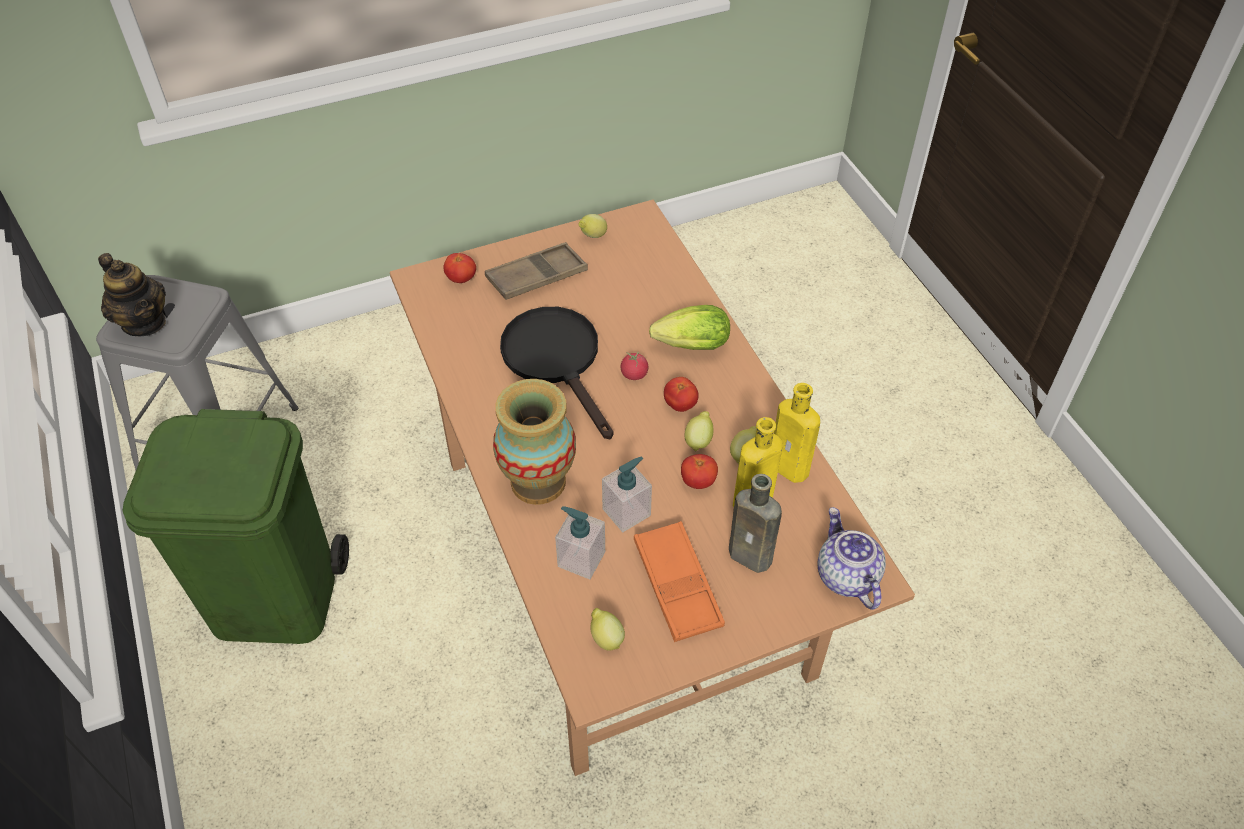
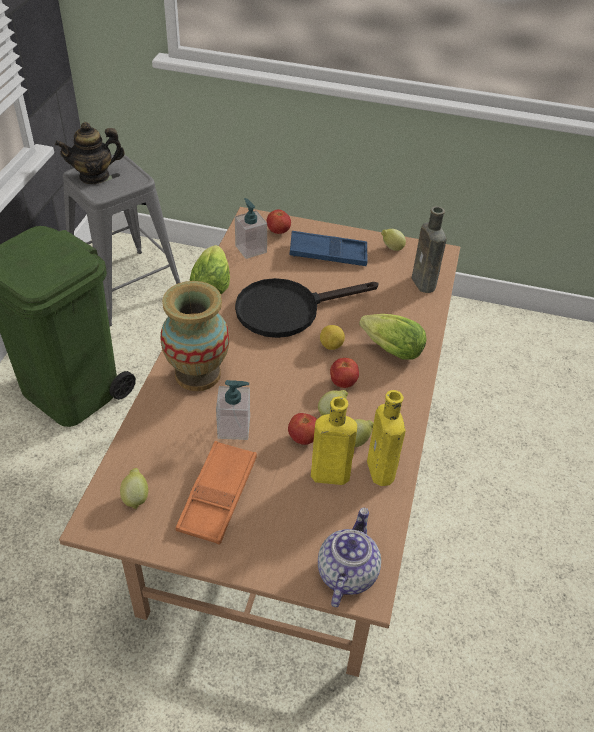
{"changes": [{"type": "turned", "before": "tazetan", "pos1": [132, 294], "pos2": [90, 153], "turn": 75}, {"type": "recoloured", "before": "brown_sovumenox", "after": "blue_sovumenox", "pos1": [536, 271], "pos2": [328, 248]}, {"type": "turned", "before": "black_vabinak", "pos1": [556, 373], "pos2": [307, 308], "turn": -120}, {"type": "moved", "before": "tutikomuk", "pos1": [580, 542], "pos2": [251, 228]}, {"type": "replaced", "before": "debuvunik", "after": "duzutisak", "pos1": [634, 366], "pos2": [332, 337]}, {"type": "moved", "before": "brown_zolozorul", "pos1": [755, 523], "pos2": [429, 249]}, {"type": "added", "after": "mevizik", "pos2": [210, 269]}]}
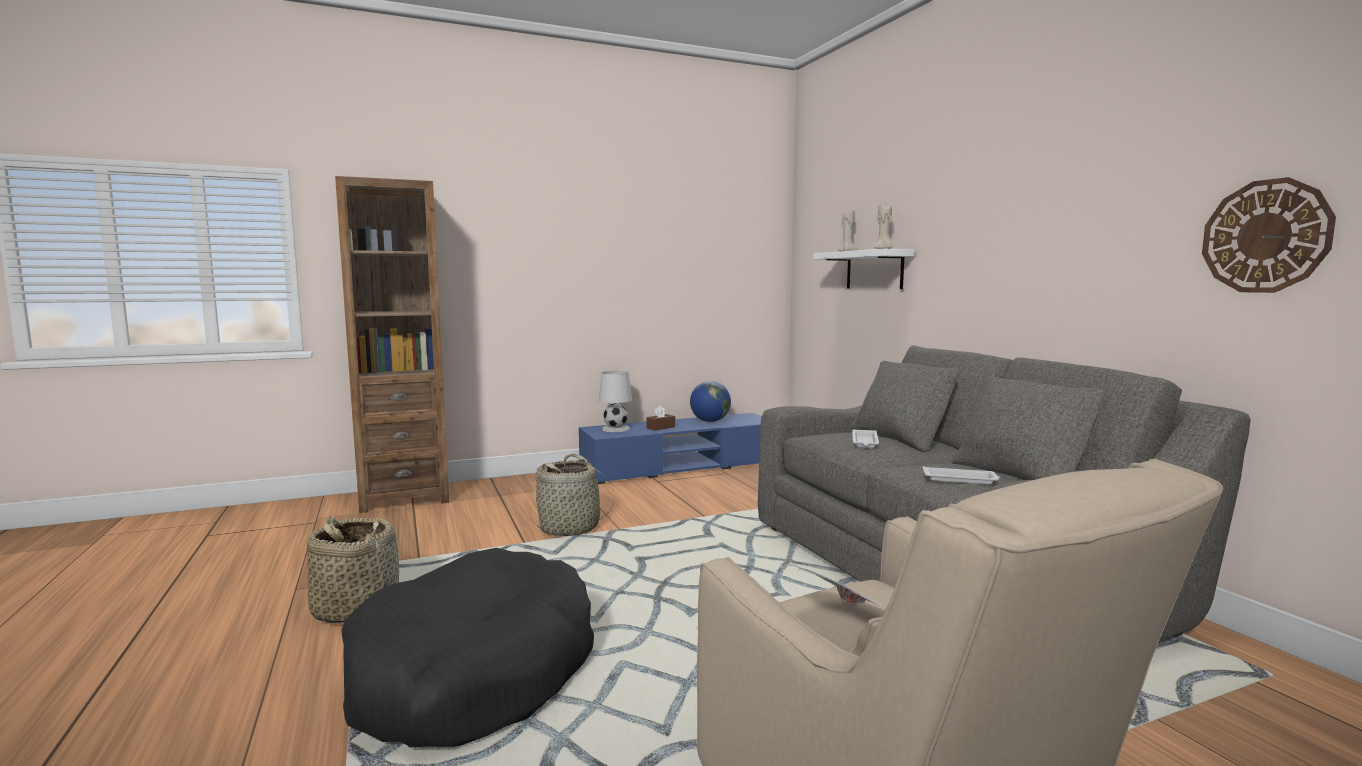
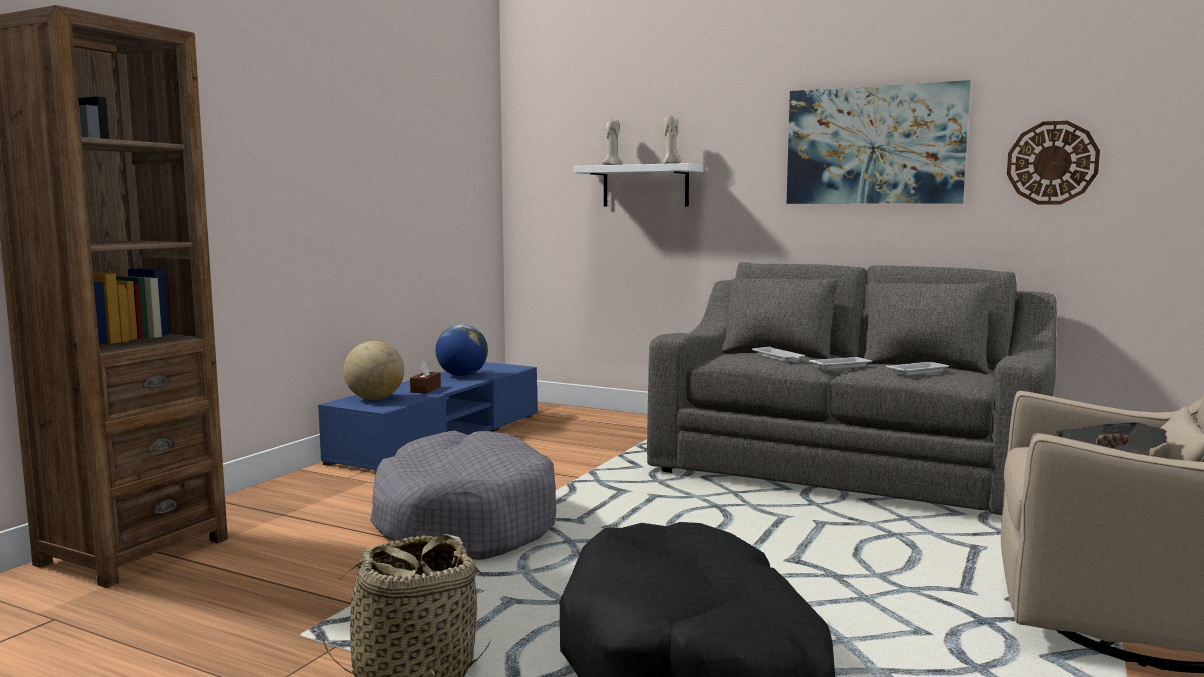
{"changes": [{"type": "replaced", "before": "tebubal", "after": "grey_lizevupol", "pos1": [572, 495], "pos2": [463, 495]}, {"type": "replaced", "before": "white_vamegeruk", "after": "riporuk", "pos1": [615, 401], "pos2": [373, 370]}, {"type": "added", "after": "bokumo", "pos2": [878, 142]}, {"type": "added", "after": "white_sovumenox", "pos2": [840, 363]}]}
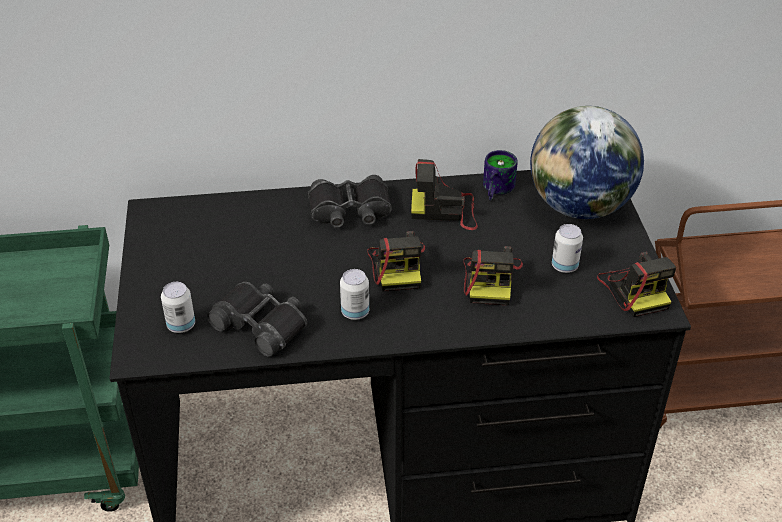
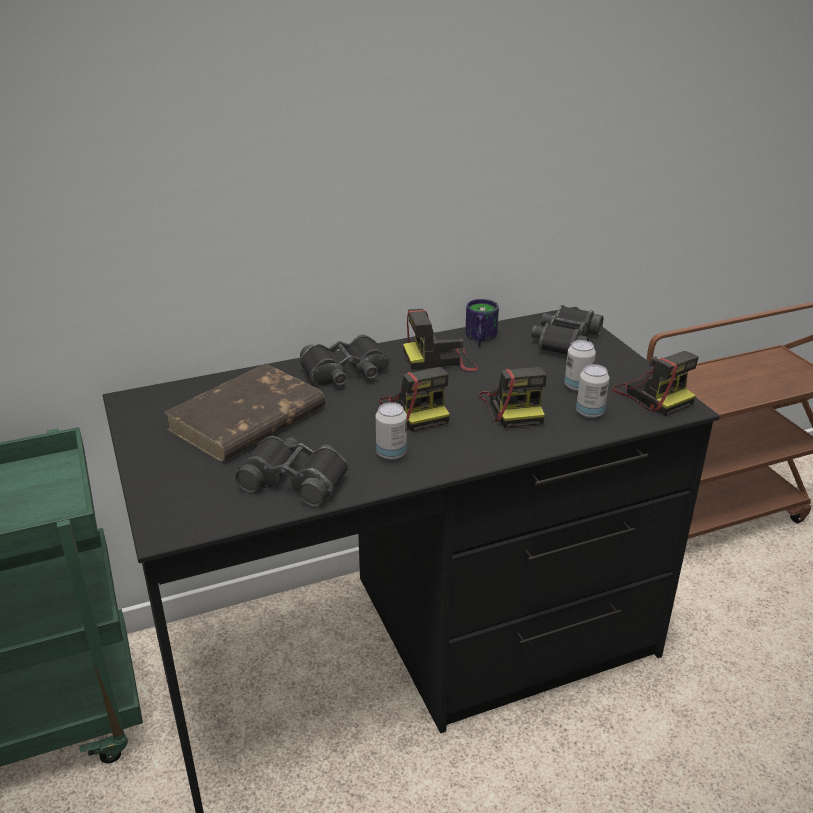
{"changes": [{"type": "moved", "before": "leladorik", "pos1": [178, 307], "pos2": [592, 391]}, {"type": "replaced", "before": "riporuk", "after": "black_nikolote", "pos1": [587, 162], "pos2": [567, 329]}, {"type": "added", "after": "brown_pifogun", "pos2": [245, 412]}]}
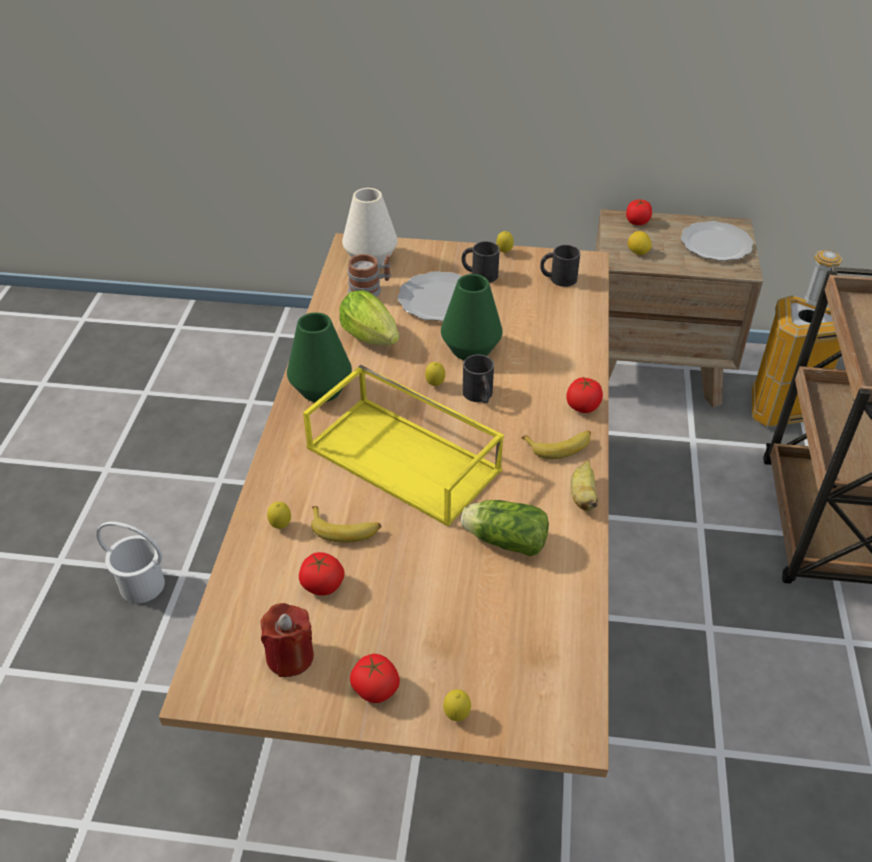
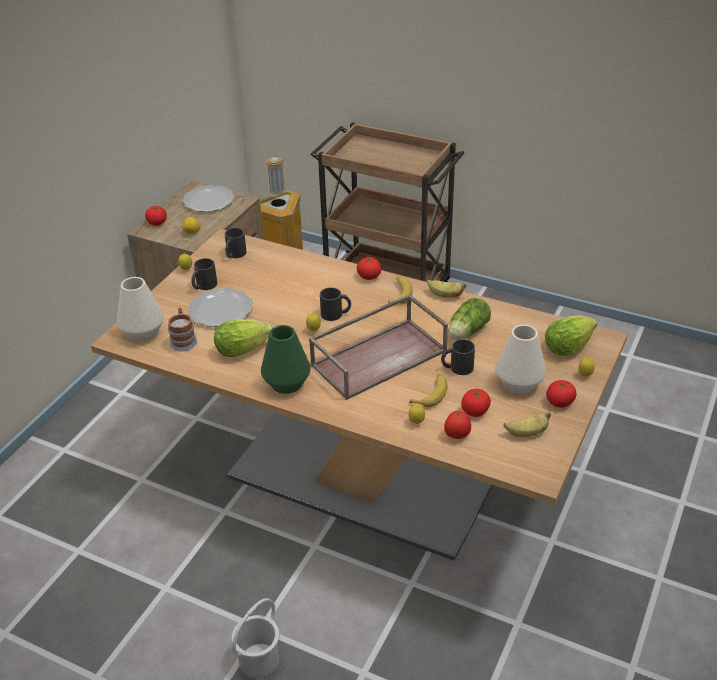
{"changes": [{"type": "replaced", "before": "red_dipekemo", "after": "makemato", "pos1": [287, 640], "pos2": [527, 424]}, {"type": "recoloured", "before": "yellow_sovumenox", "after": "brown_sovumenox", "pos1": [403, 446], "pos2": [378, 347]}, {"type": "removed", "before": "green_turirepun", "pos1": [472, 317]}, {"type": "added", "after": "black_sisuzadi", "pos2": [458, 357]}, {"type": "added", "after": "debuvunik", "pos2": [457, 425]}, {"type": "added", "after": "white_turirepun", "pos2": [520, 359]}, {"type": "added", "after": "mevizik", "pos2": [571, 335]}]}
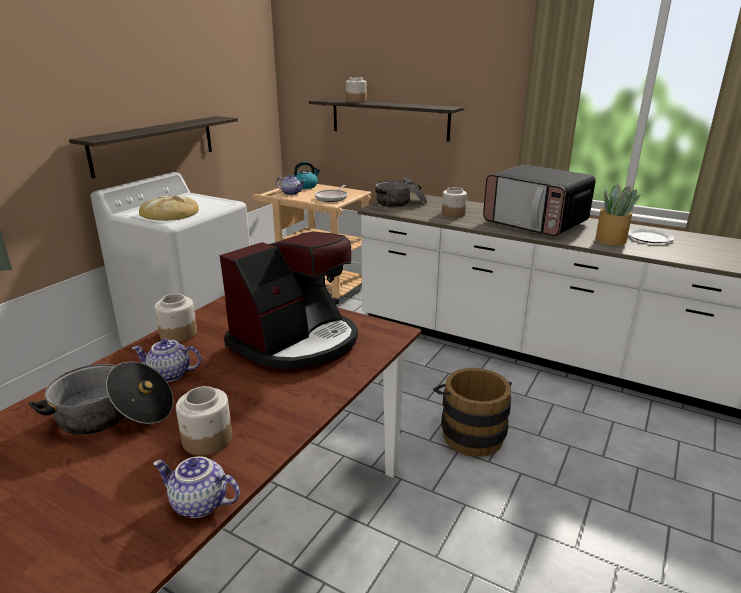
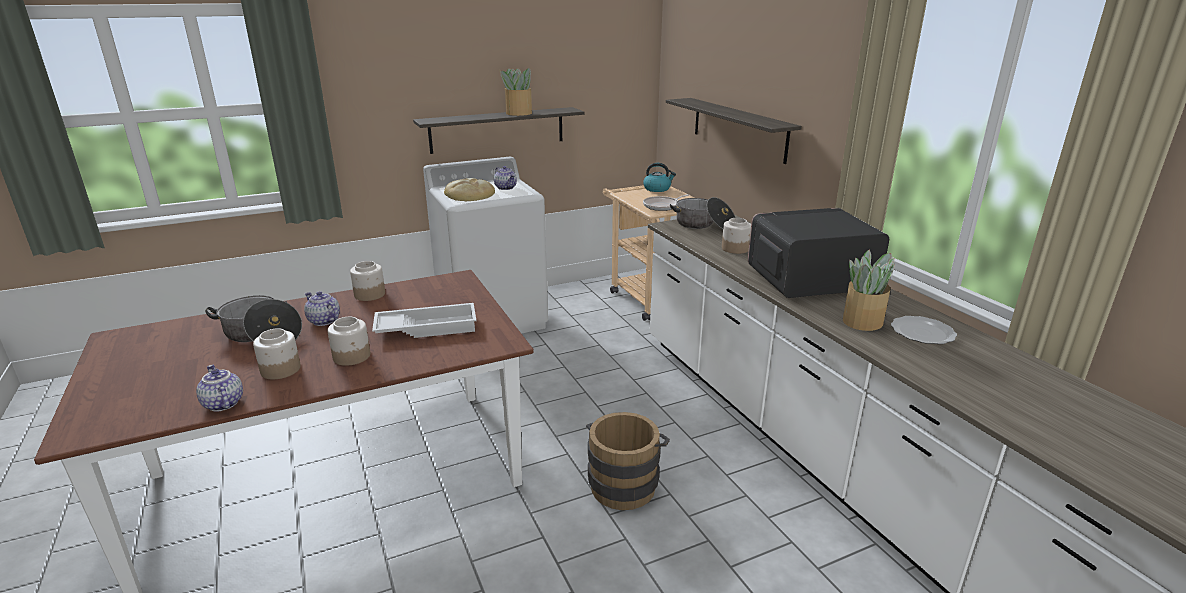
{"changes": [{"type": "replaced", "before": "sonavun", "after": "white_sovumenox", "pos1": [288, 302], "pos2": [424, 320]}, {"type": "moved", "before": "tazetan", "pos1": [290, 184], "pos2": [505, 178]}, {"type": "moved", "before": "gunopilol", "pos1": [356, 90], "pos2": [348, 341]}, {"type": "turned", "before": "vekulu", "pos1": [539, 200], "pos2": [818, 253], "turn": 90}, {"type": "added", "after": "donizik", "pos2": [516, 92]}]}
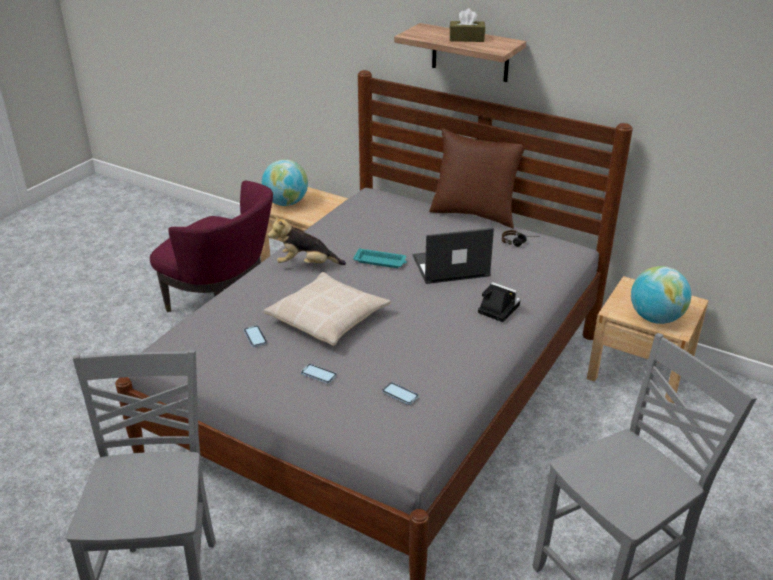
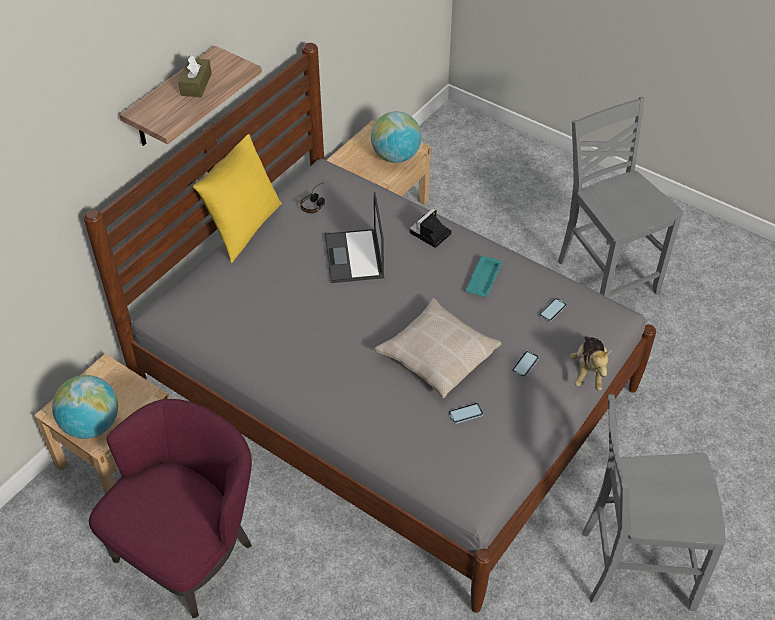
{"changes": [{"type": "moved", "before": "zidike", "pos1": [307, 240], "pos2": [590, 363]}, {"type": "moved", "before": "turquoise_sovumenox", "pos1": [380, 258], "pos2": [484, 276]}, {"type": "recoloured", "before": "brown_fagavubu", "after": "yellow_fagavubu", "pos1": [476, 178], "pos2": [237, 198]}]}
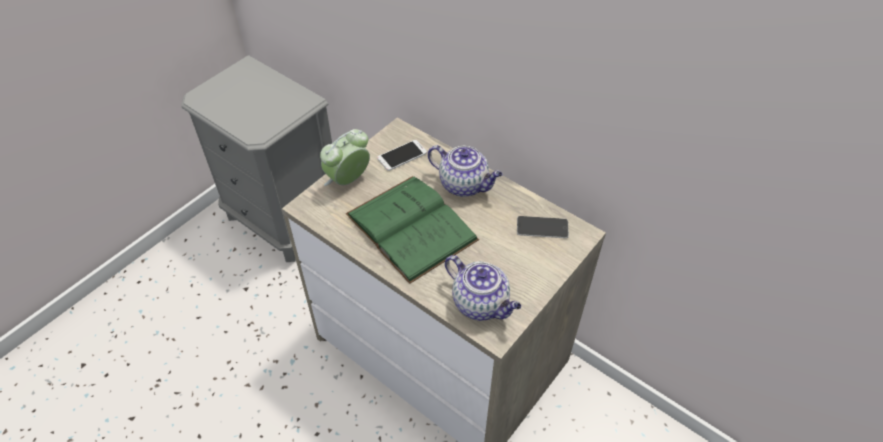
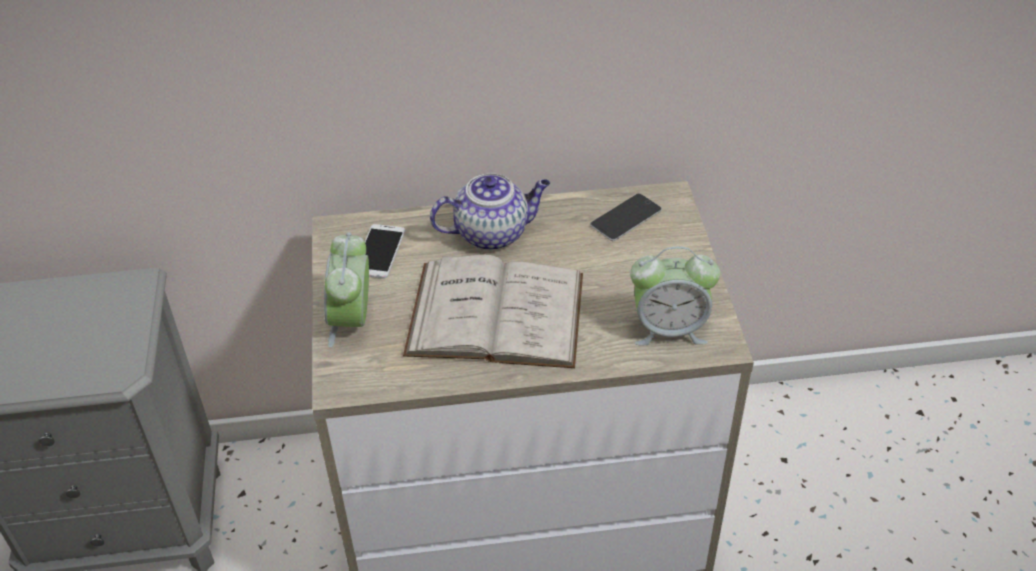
{"changes": [{"type": "recoloured", "before": "green_pifogun", "after": "white_pifogun", "pos1": [412, 230], "pos2": [493, 311]}, {"type": "replaced", "before": "tazetan", "after": "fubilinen", "pos1": [483, 288], "pos2": [675, 296]}]}
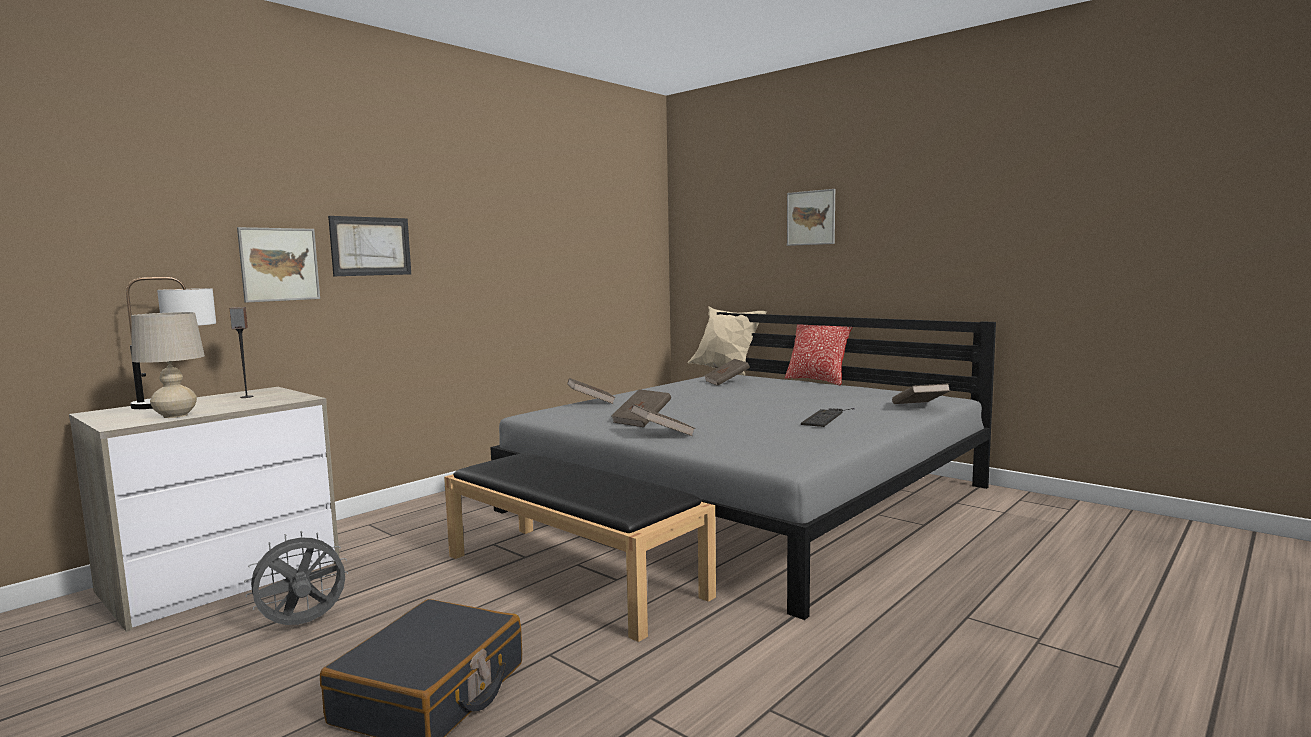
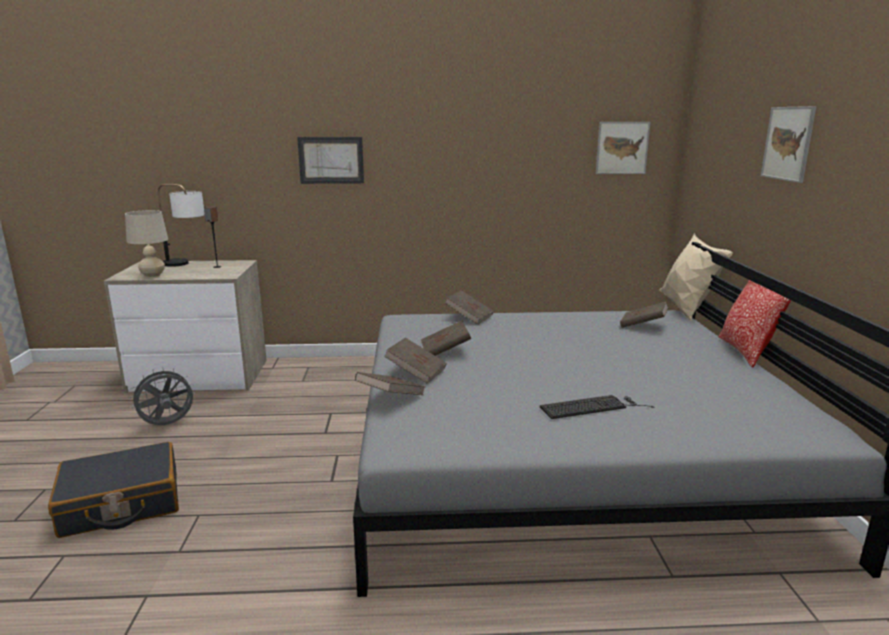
{"changes": [{"type": "moved", "before": "bokumo", "pos1": [278, 265], "pos2": [623, 148]}, {"type": "turned", "before": "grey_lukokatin", "pos1": [296, 578], "pos2": [162, 396], "turn": -45}, {"type": "removed", "before": "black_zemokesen", "pos1": [580, 547]}, {"type": "moved", "before": "brown_pifogun", "pos1": [921, 393], "pos2": [390, 383]}]}
